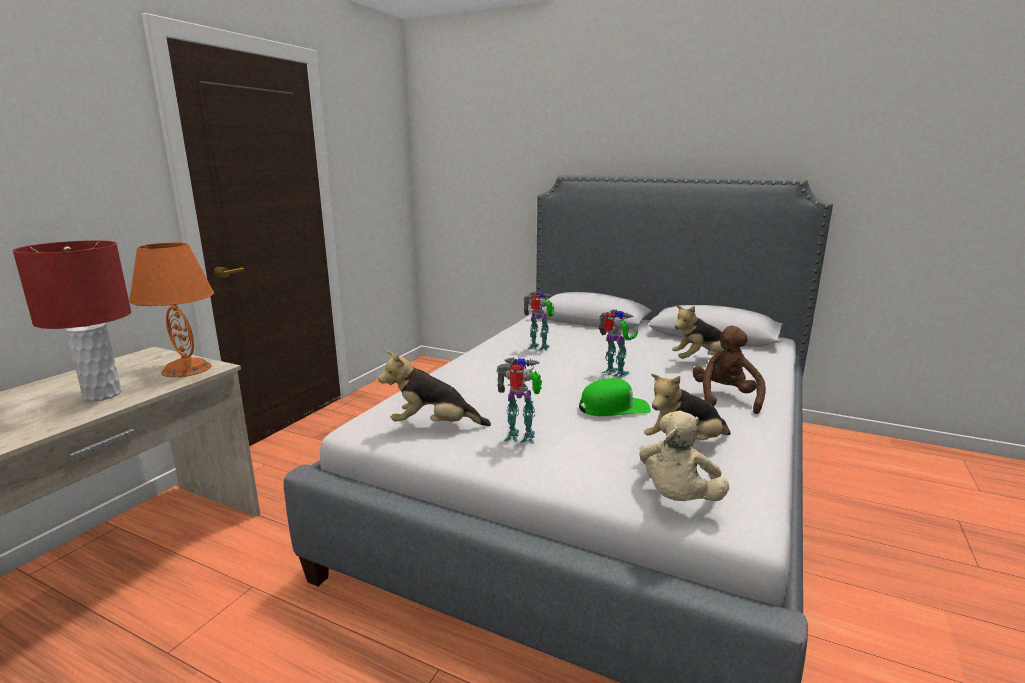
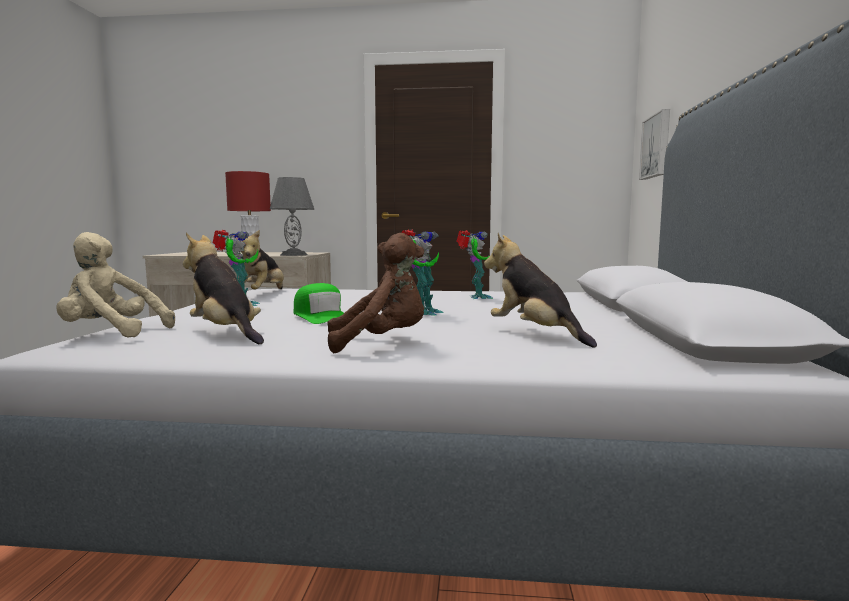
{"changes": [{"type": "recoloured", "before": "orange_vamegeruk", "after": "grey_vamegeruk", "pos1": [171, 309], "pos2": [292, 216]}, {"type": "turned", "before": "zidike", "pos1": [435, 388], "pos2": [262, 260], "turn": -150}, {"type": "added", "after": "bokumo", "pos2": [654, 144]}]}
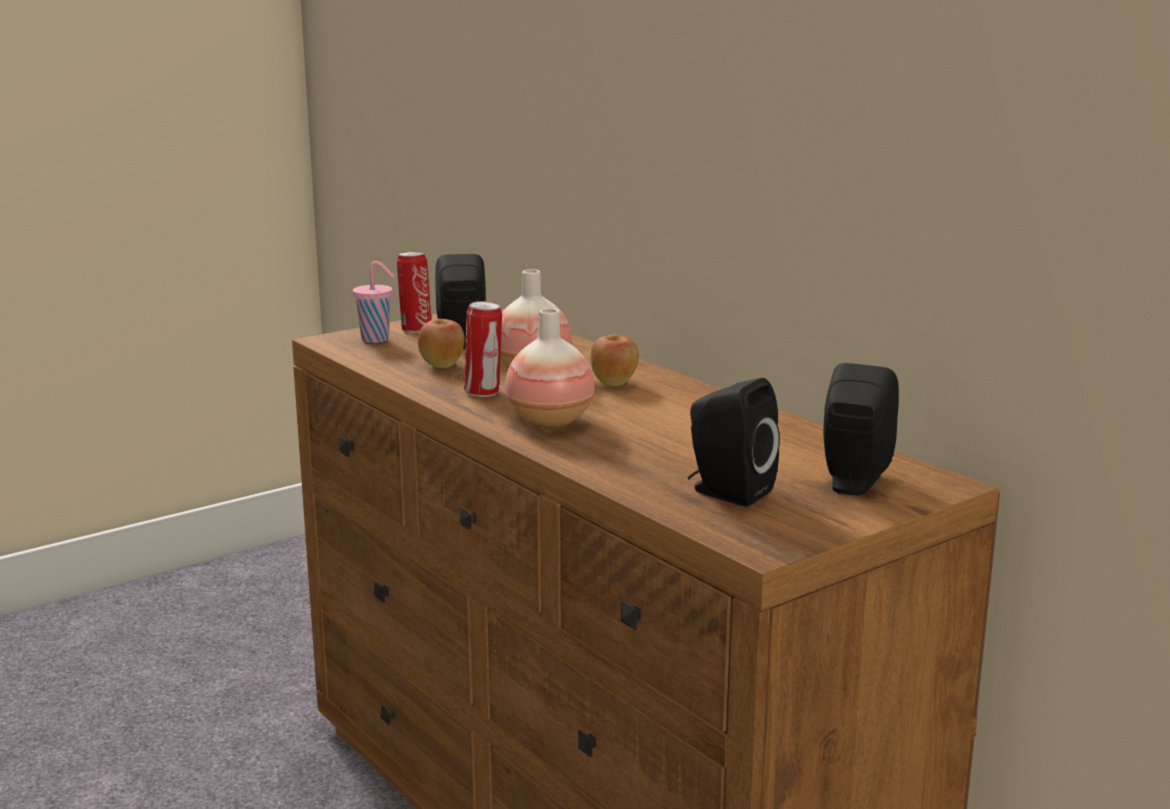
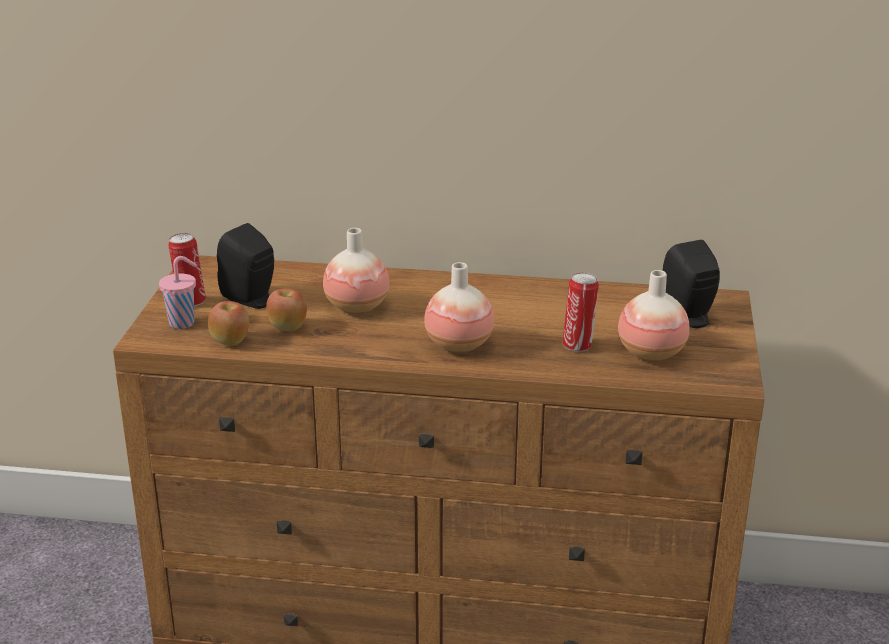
{"changes": [{"type": "moved", "before": "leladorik", "pos1": [483, 349], "pos2": [581, 312]}, {"type": "moved", "before": "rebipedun", "pos1": [614, 360], "pos2": [228, 323]}, {"type": "replaced", "before": "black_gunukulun", "after": "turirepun", "pos1": [734, 442], "pos2": [654, 316]}]}
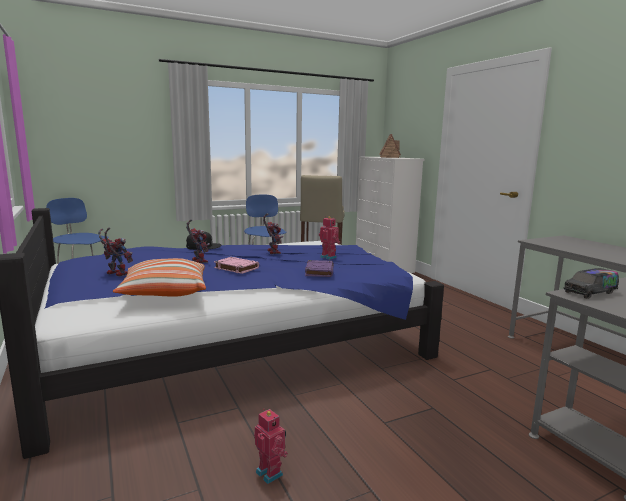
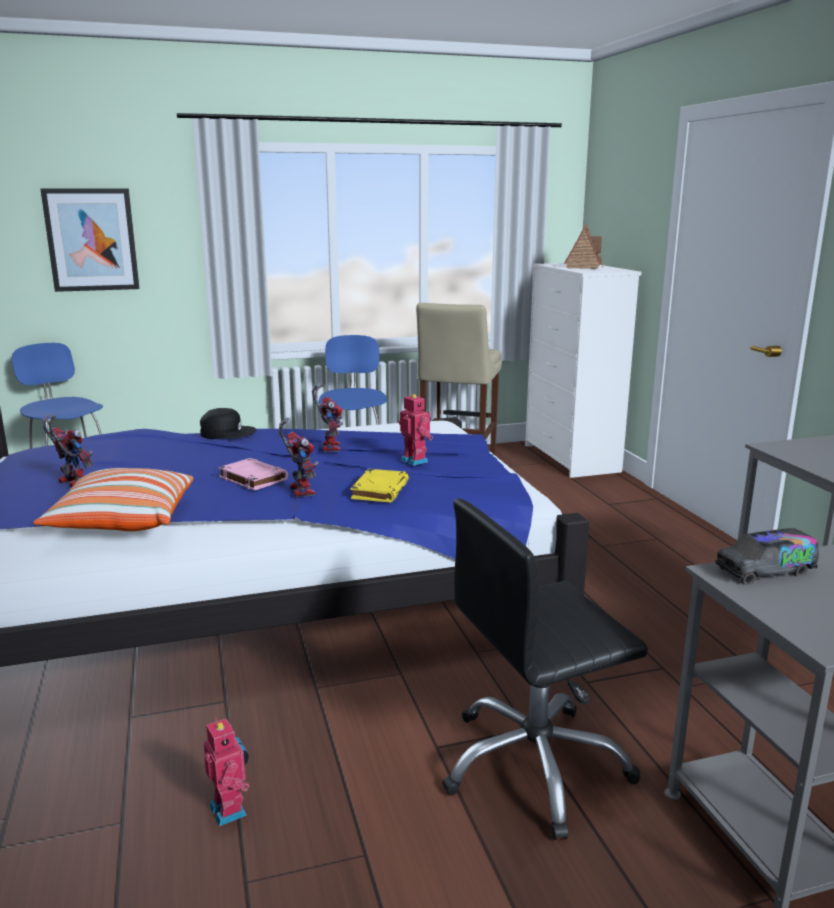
{"changes": [{"type": "moved", "before": "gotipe", "pos1": [198, 241], "pos2": [299, 457]}, {"type": "recoloured", "before": "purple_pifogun", "after": "yellow_pifogun", "pos1": [319, 268], "pos2": [380, 485]}, {"type": "added", "after": "bokumo", "pos2": [90, 240]}, {"type": "added", "after": "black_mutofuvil", "pos2": [545, 669]}]}
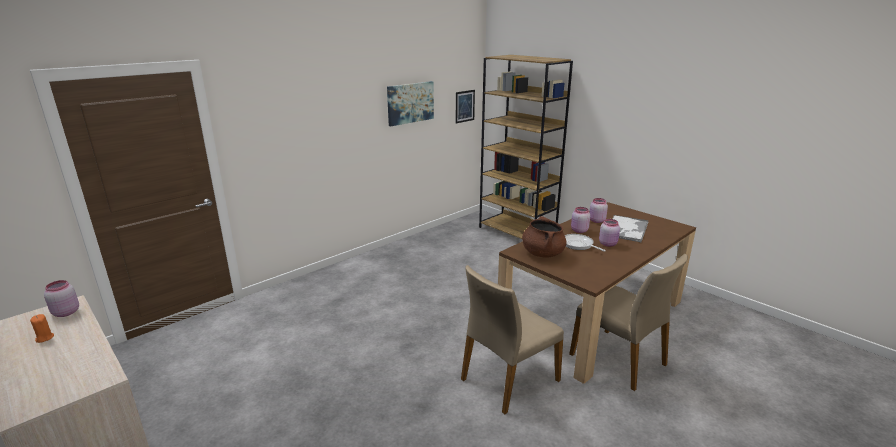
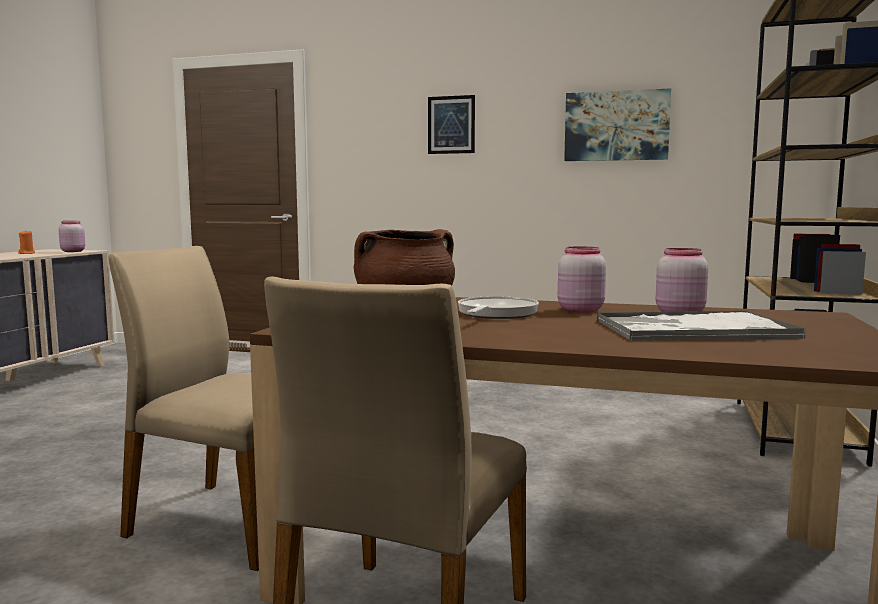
{"changes": [{"type": "moved", "before": "bokumo", "pos1": [465, 106], "pos2": [451, 124]}, {"type": "removed", "before": "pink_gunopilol", "pos1": [609, 233]}]}
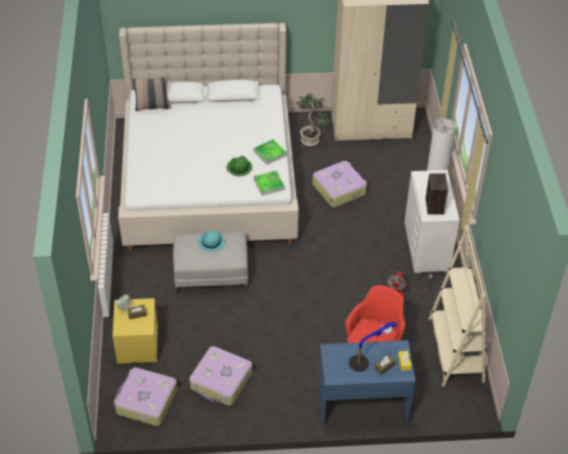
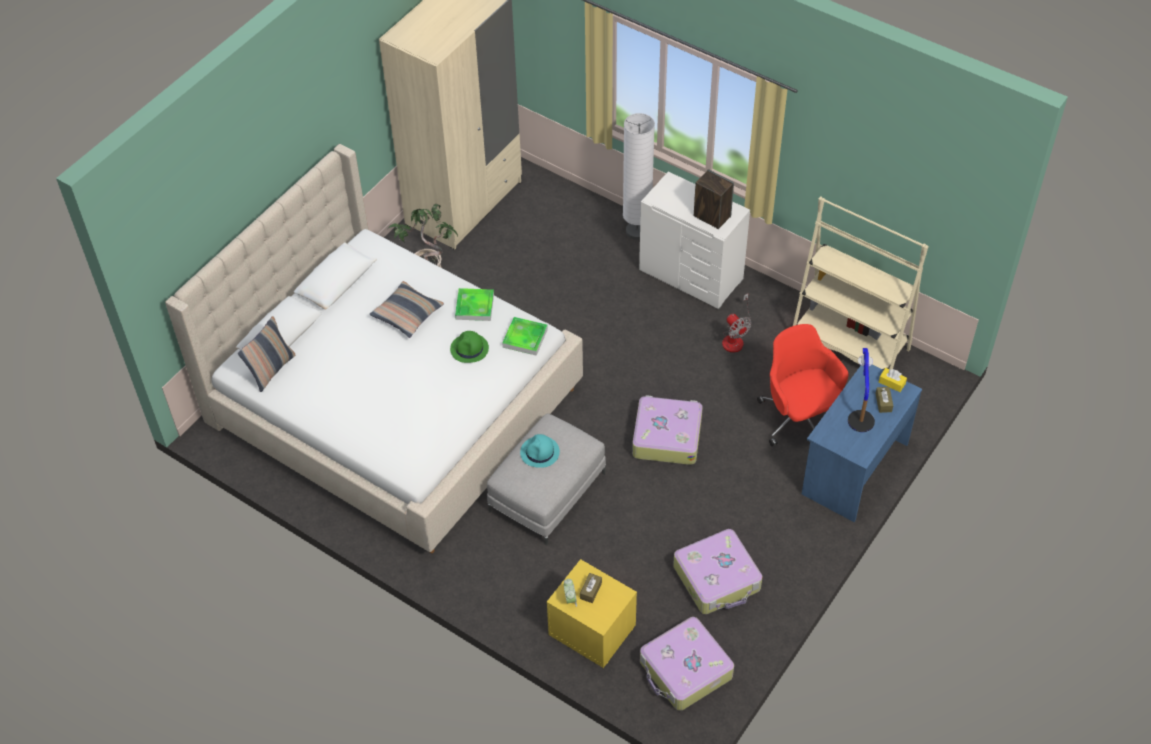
{"changes": [{"type": "moved", "before": "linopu", "pos1": [340, 184], "pos2": [667, 430]}, {"type": "added", "after": "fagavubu", "pos2": [407, 309]}]}
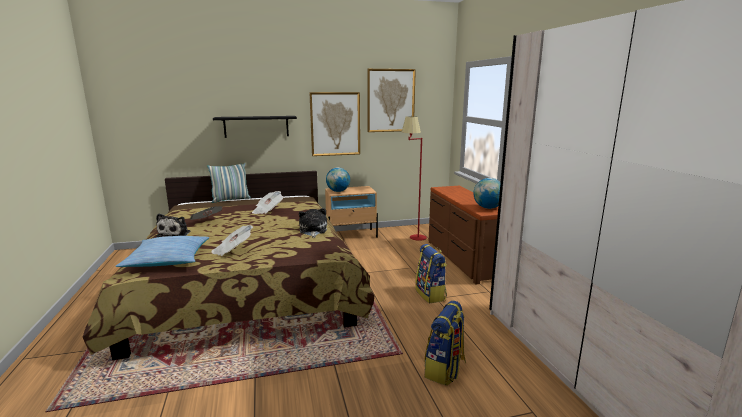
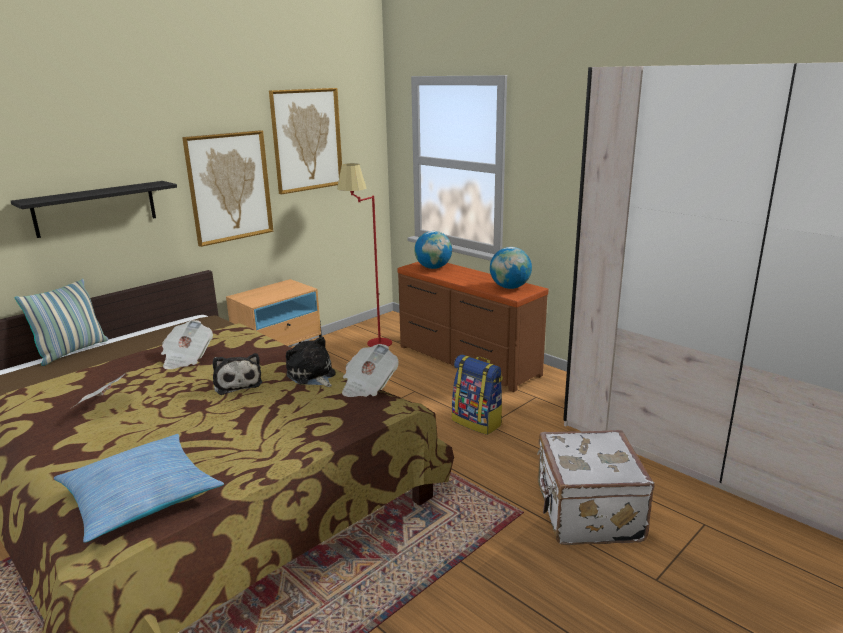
{"changes": [{"type": "moved", "before": "zidike", "pos1": [173, 225], "pos2": [237, 374]}, {"type": "moved", "before": "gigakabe", "pos1": [232, 240], "pos2": [370, 370]}, {"type": "moved", "before": "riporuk", "pos1": [338, 179], "pos2": [433, 250]}, {"type": "replaced", "before": "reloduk", "after": "white_linopu", "pos1": [445, 342], "pos2": [596, 487]}]}
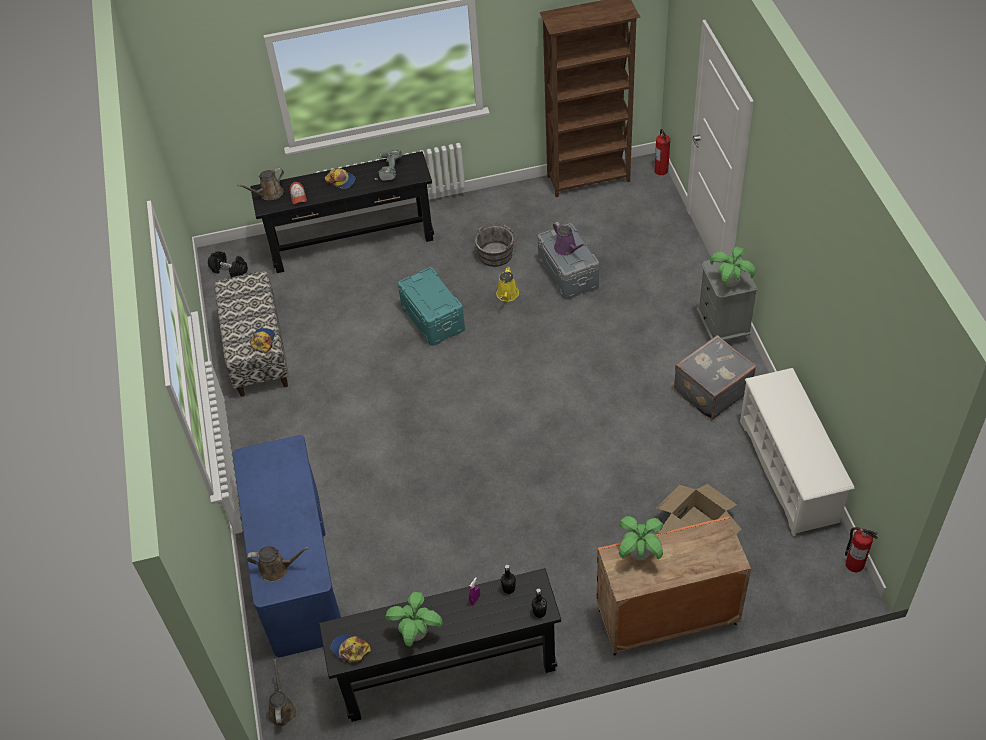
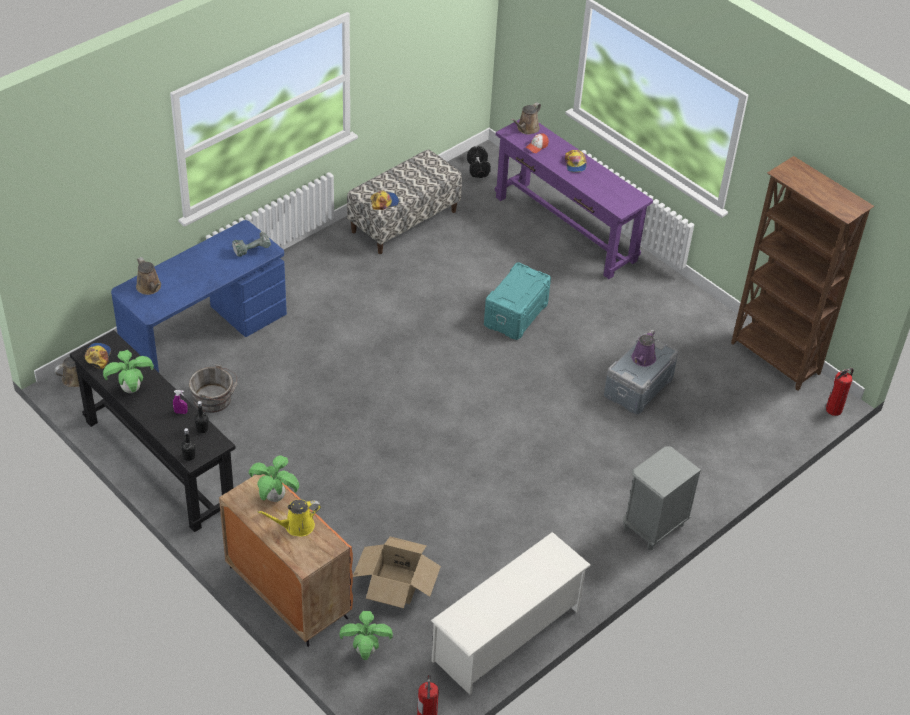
{"changes": [{"type": "turned", "before": "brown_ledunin", "pos1": [260, 184], "pos2": [525, 118], "turn": -75}, {"type": "recoloured", "before": "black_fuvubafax", "after": "purple_fuvubafax", "pos1": [342, 212], "pos2": [574, 199]}, {"type": "moved", "before": "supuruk", "pos1": [388, 165], "pos2": [251, 244]}, {"type": "moved", "before": "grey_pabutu", "pos1": [496, 245], "pos2": [213, 388]}, {"type": "moved", "before": "yellow_ledunin", "pos1": [507, 284], "pos2": [289, 518]}, {"type": "removed", "before": "grey_linopu", "pos1": [715, 377]}, {"type": "moved", "before": "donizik", "pos1": [732, 267], "pos2": [366, 635]}]}
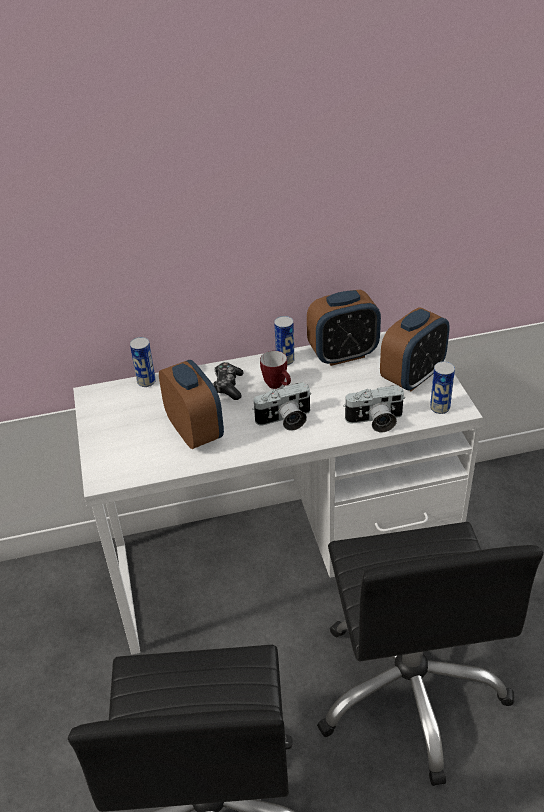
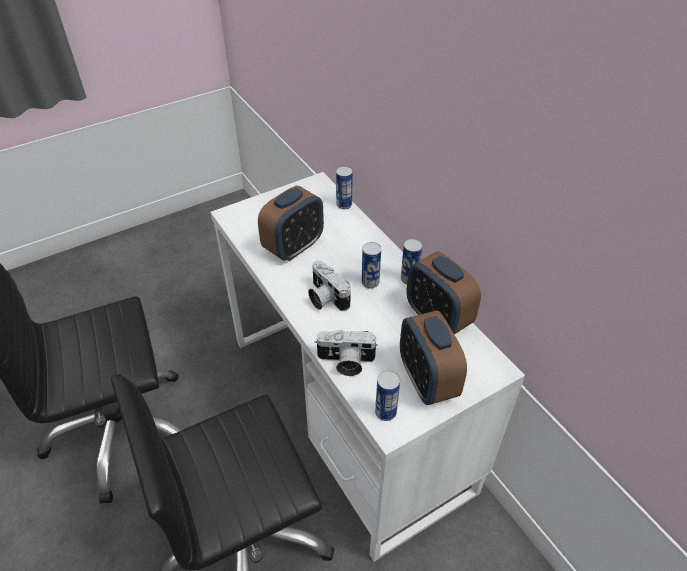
{"changes": [{"type": "removed", "before": "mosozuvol", "pos1": [228, 381]}, {"type": "replaced", "before": "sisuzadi", "after": "leladorik", "pos1": [275, 370], "pos2": [371, 265]}, {"type": "turned", "before": "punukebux", "pos1": [374, 408], "pos2": [346, 353], "turn": -60}, {"type": "turned", "before": "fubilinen", "pos1": [415, 349], "pos2": [433, 357], "turn": 45}]}
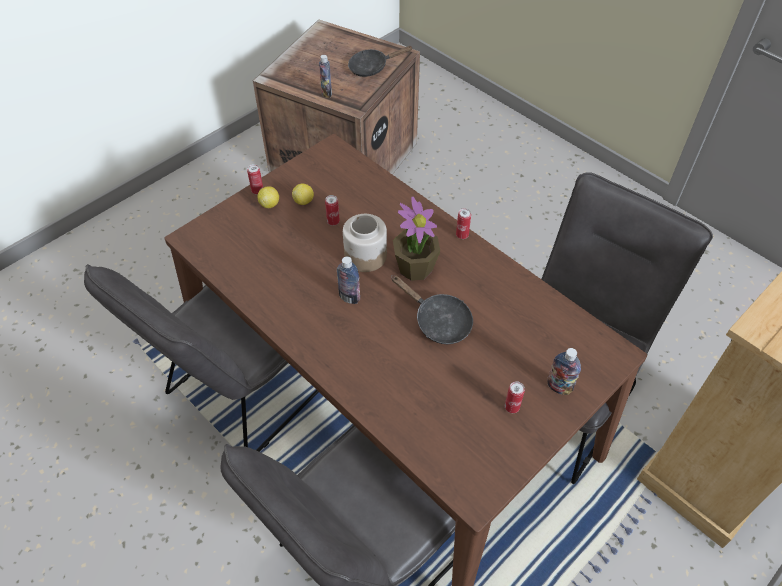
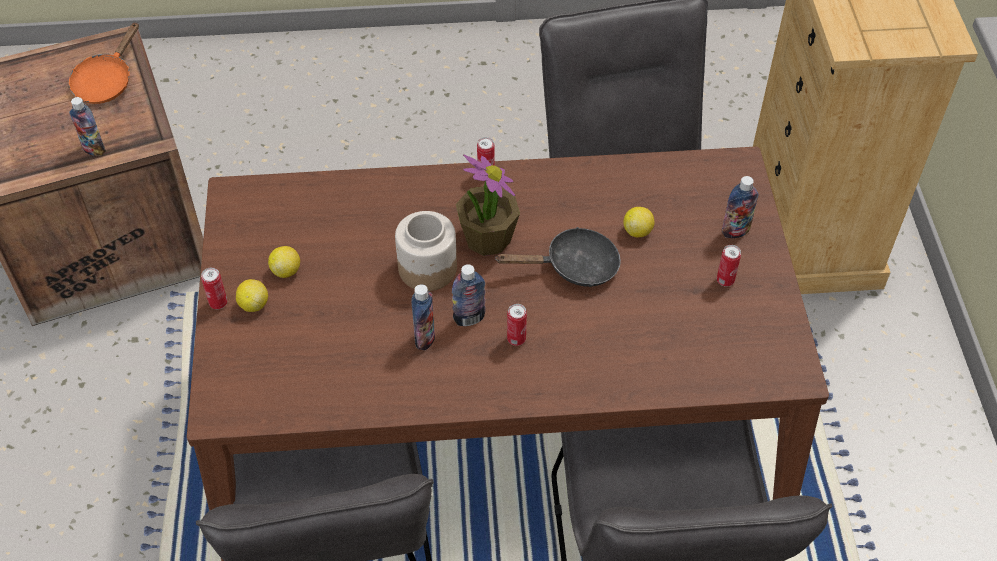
{"changes": [{"type": "moved", "before": "leladorik", "pos1": [332, 210], "pos2": [517, 325]}, {"type": "recoloured", "before": "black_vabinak", "after": "orange_vabinak", "pos1": [380, 61], "pos2": [104, 63]}, {"type": "added", "after": "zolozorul", "pos2": [423, 317]}, {"type": "added", "after": "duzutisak", "pos2": [639, 222]}]}
